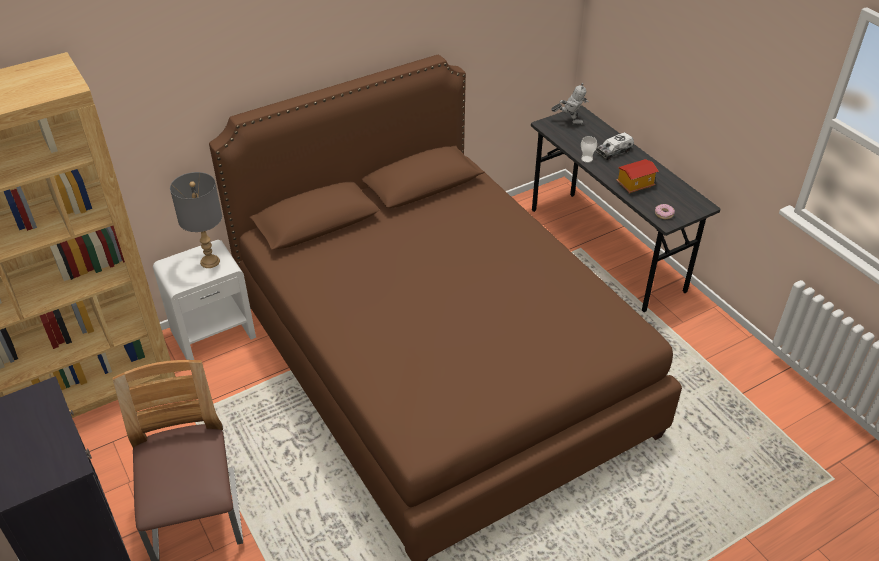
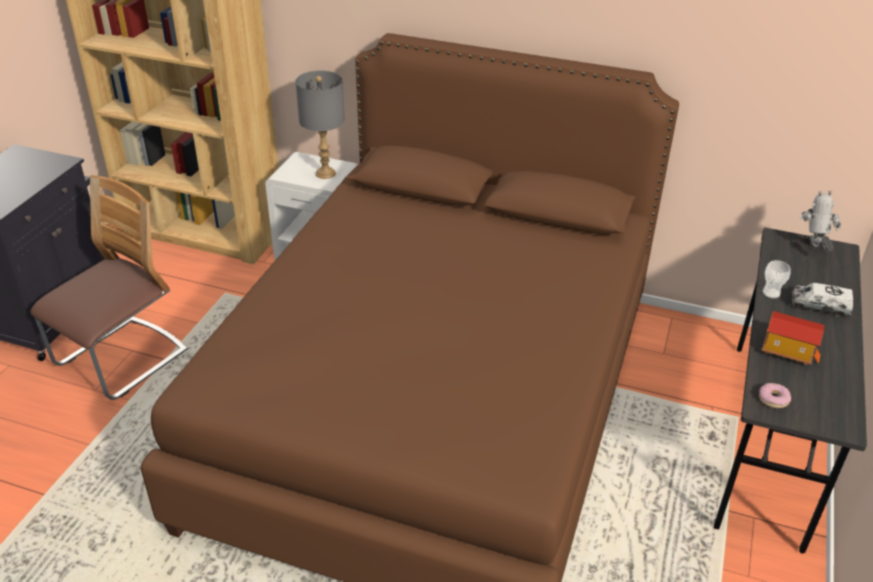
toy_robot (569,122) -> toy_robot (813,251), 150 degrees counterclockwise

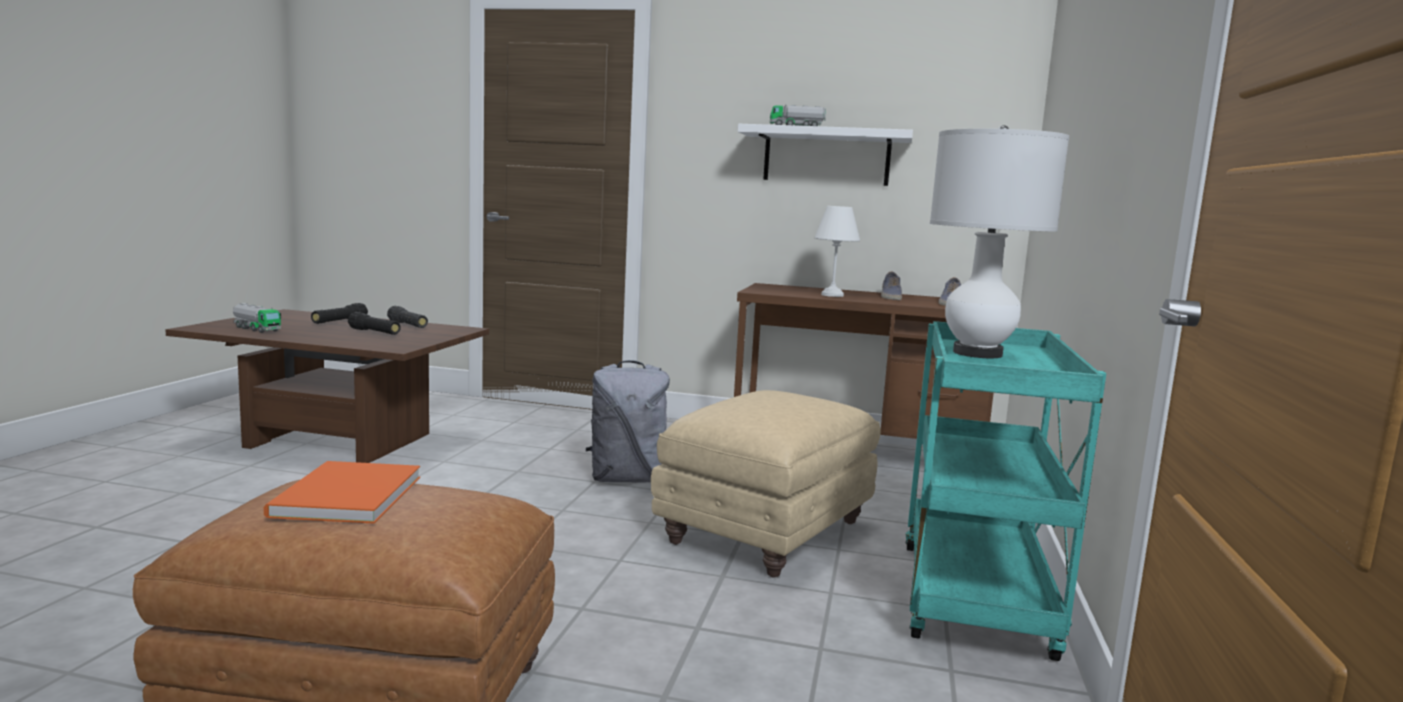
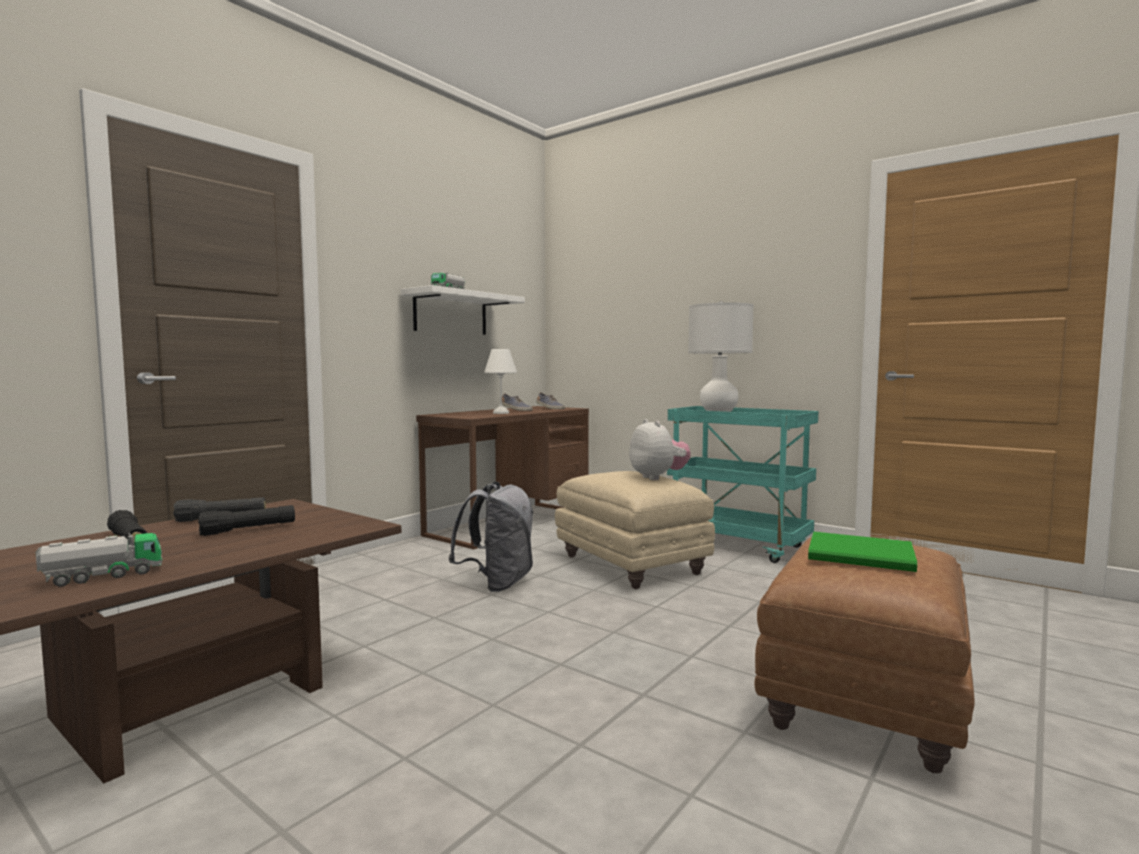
orange_book (342,497) -> green_book (864,556)
none -> plush_toy (658,477)

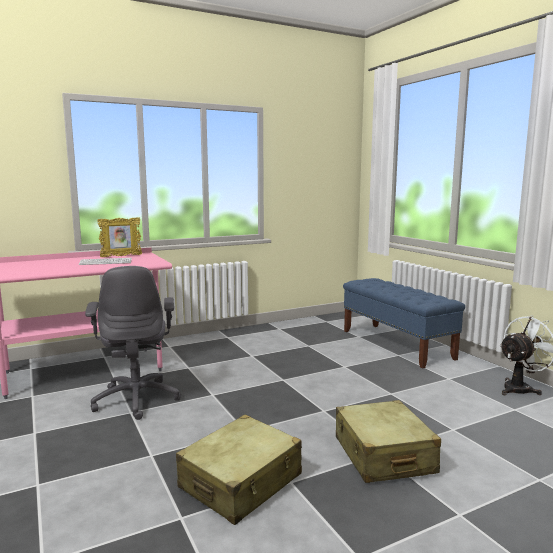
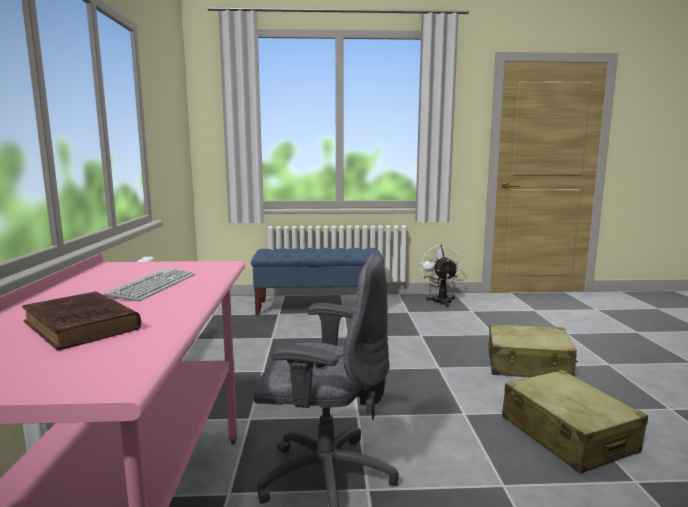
picture_frame (121,256) -> none
none -> brown_book (82,326)

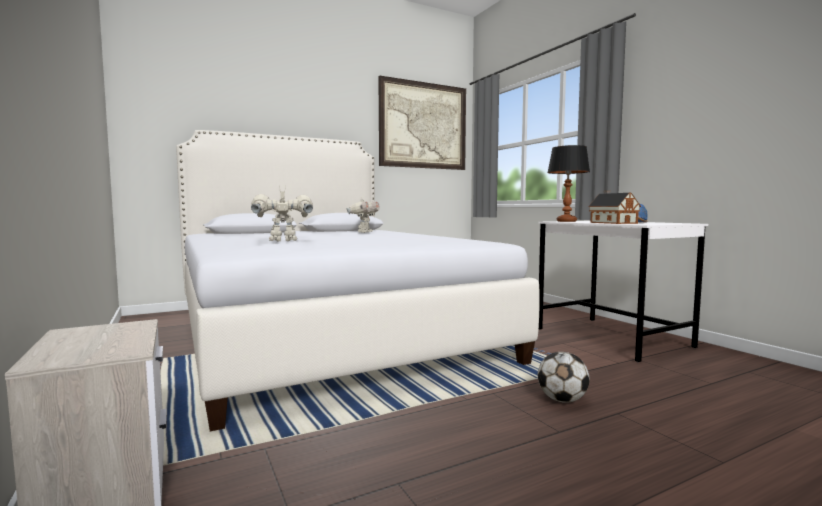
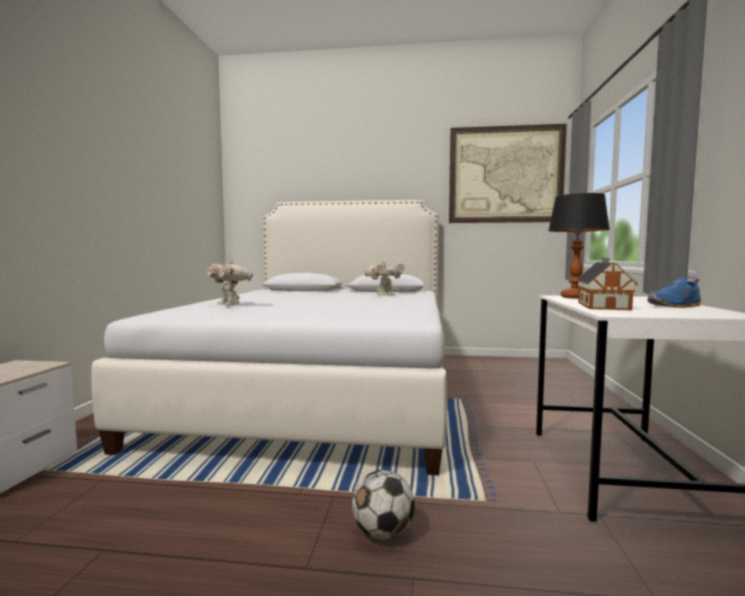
toy_robot (283,241) -> toy_robot (230,305), 150 degrees counterclockwise

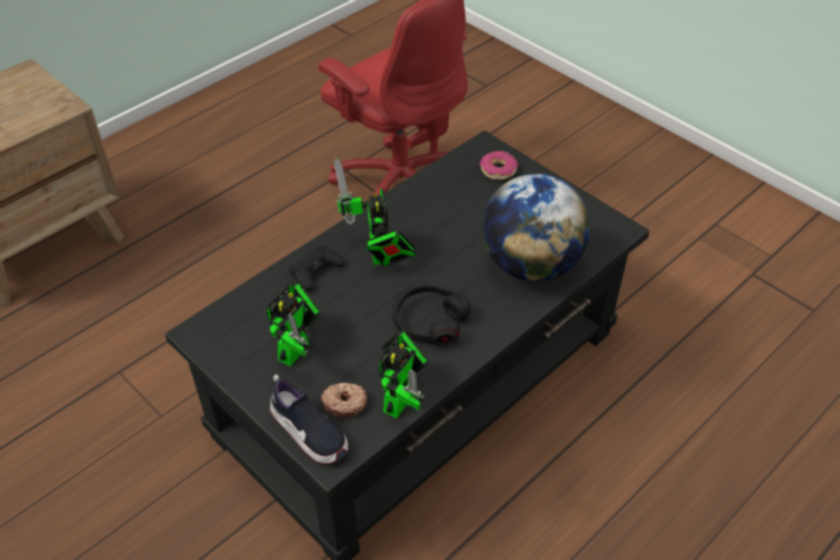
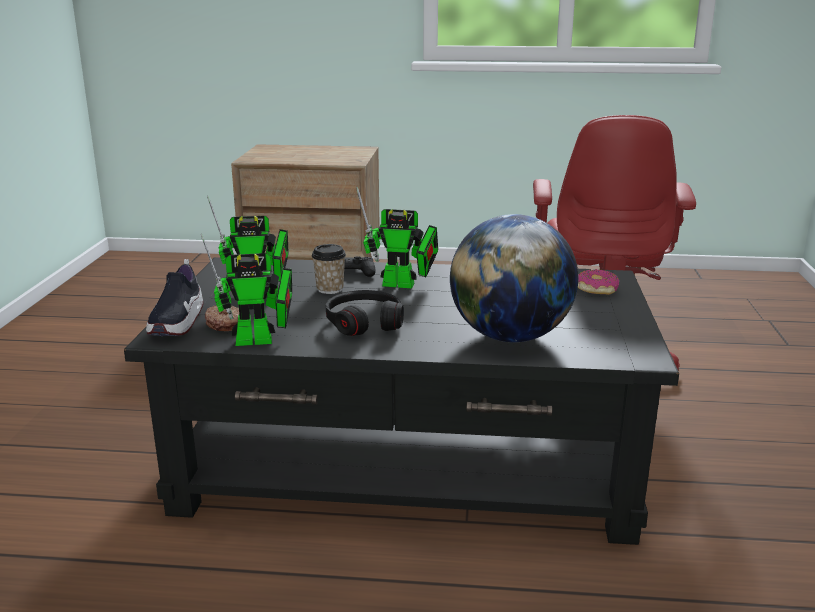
toy_robot (379,257) -> toy_robot (403,285), 120 degrees counterclockwise
none -> cup (330,289)

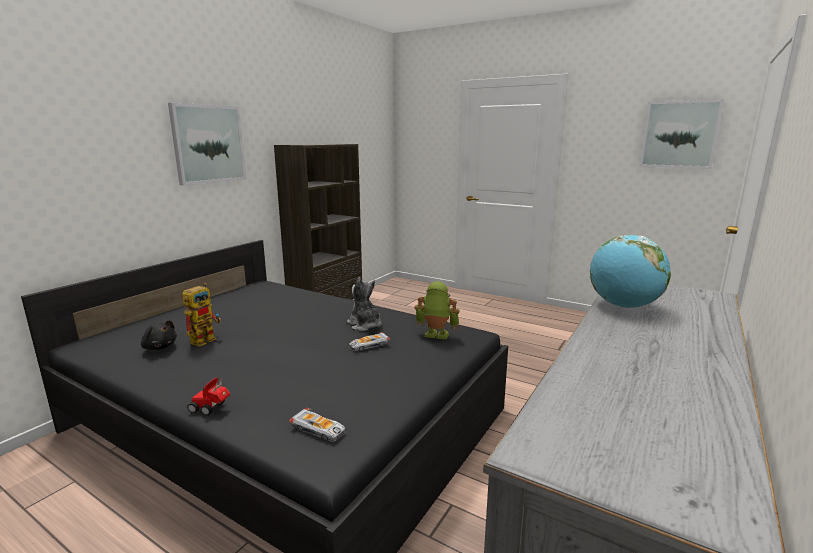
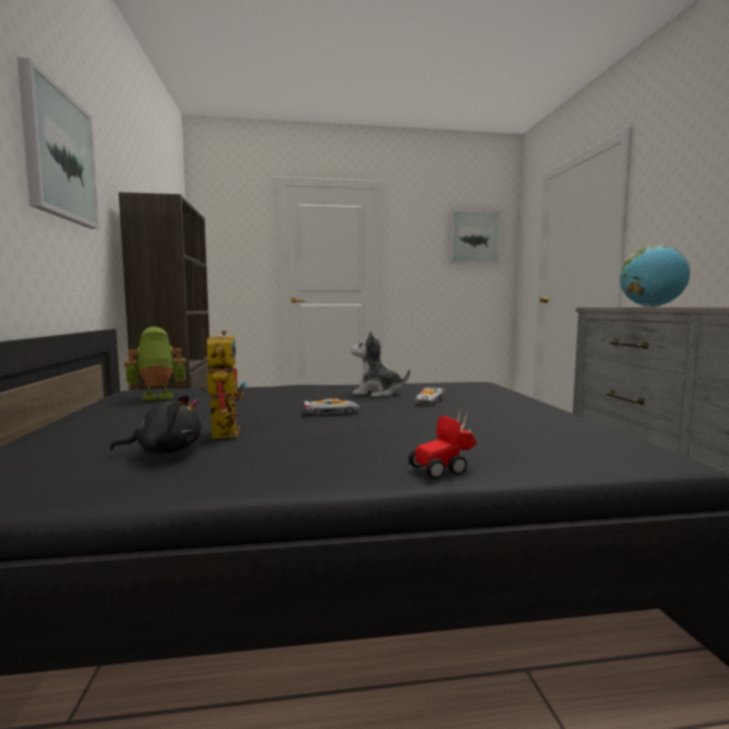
toy_robot (436,335) -> toy_robot (157,398), relocated
toy_car (319,430) -> toy_car (331,412), relocated

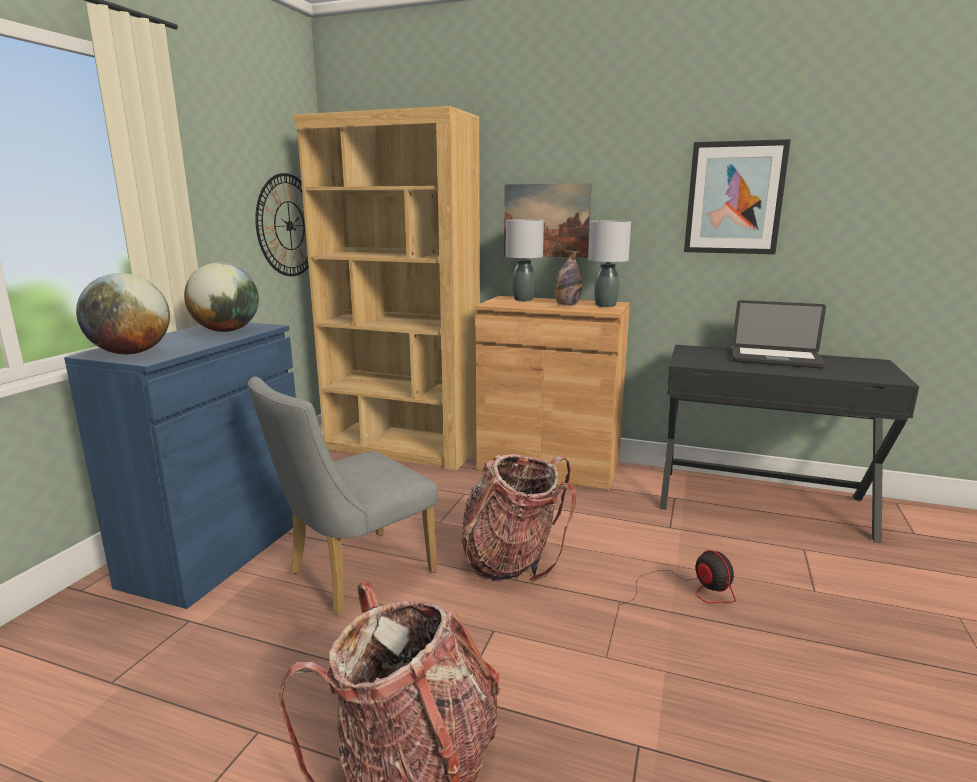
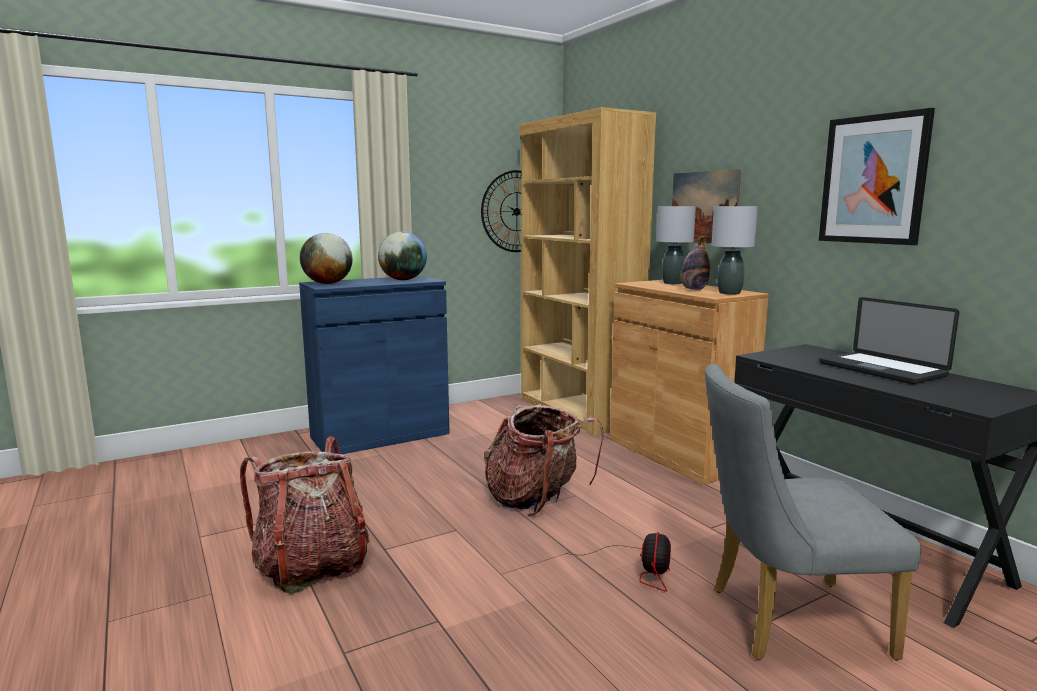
grey_chair (352,576) -> grey_chair (784,621), relocated

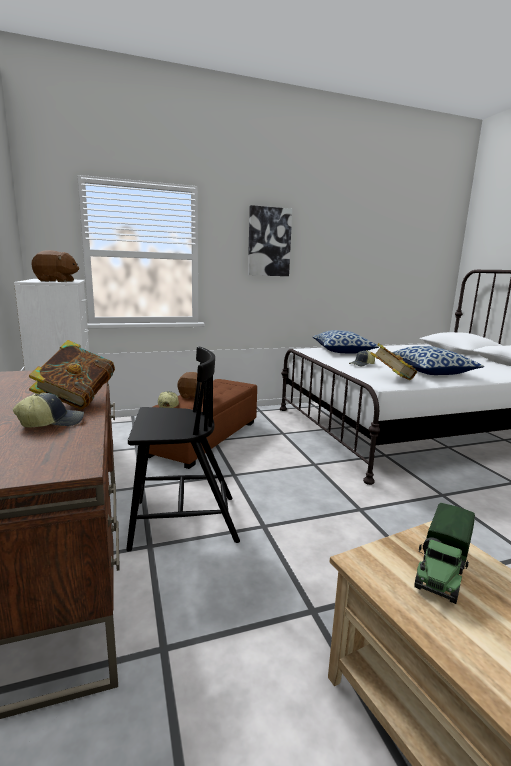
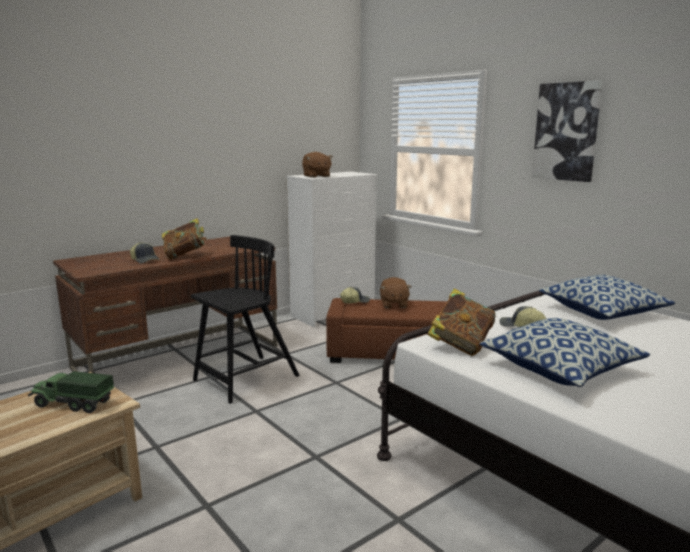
black_chair (182,522) -> black_chair (245,379), 105 degrees counterclockwise

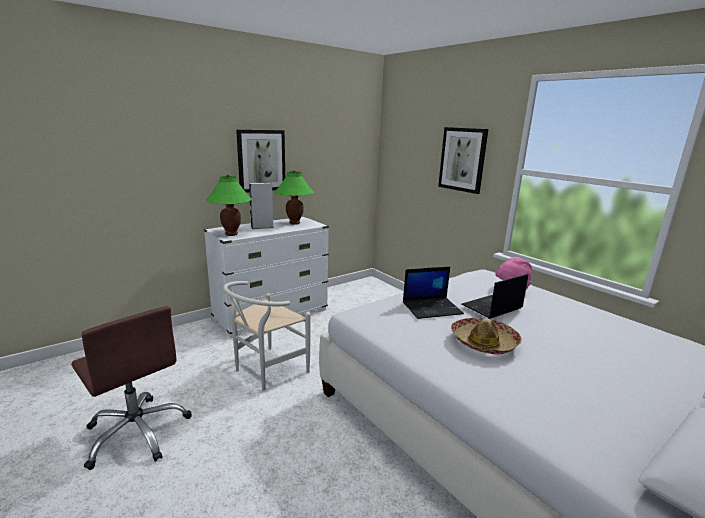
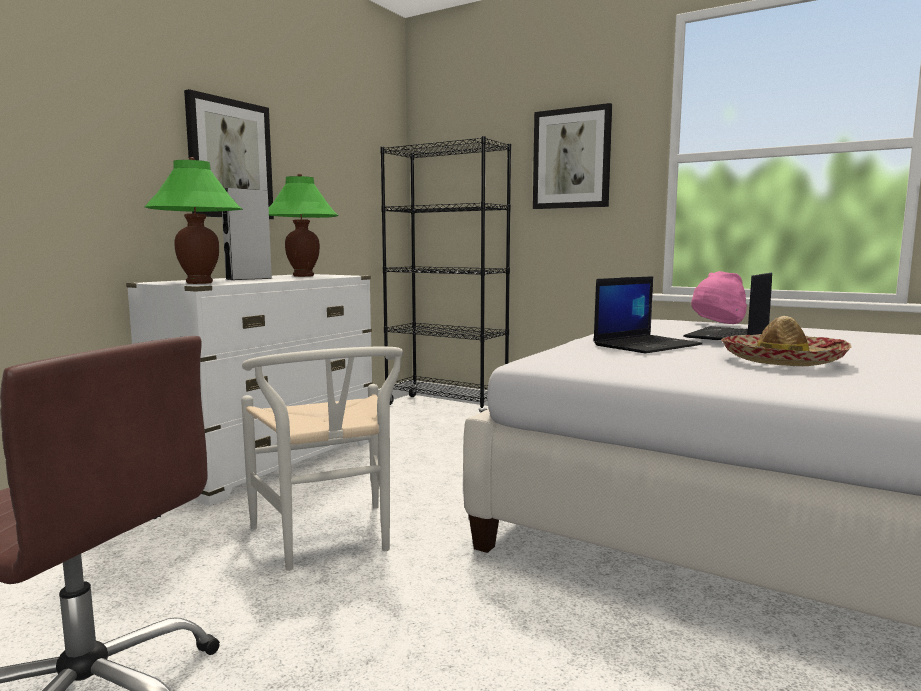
white_chair (265,371) -> white_chair (329,541), 45 degrees counterclockwise
none -> black_bookcase (446,408)

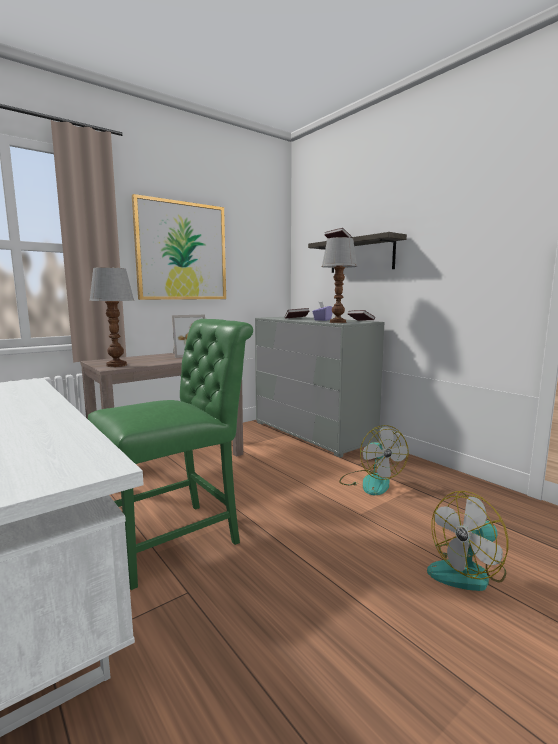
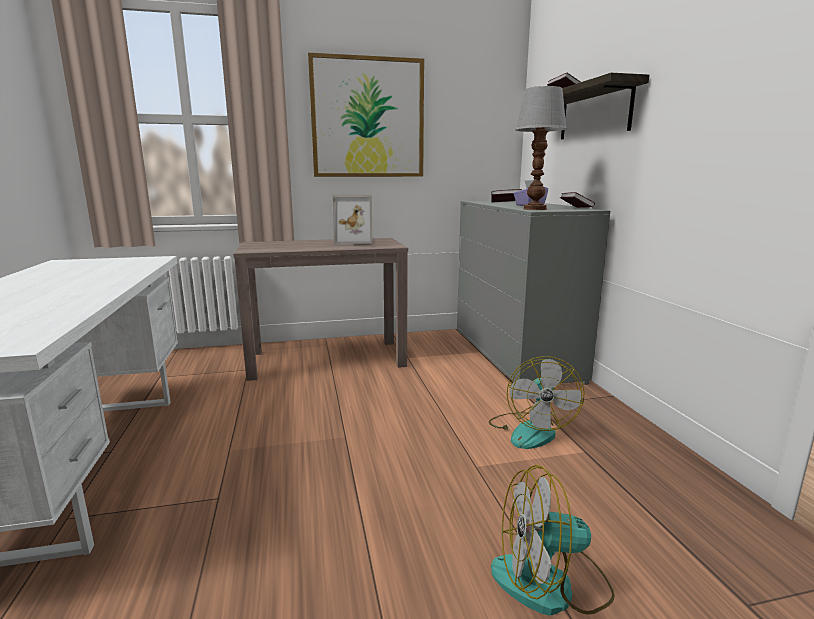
table_lamp (117,365) -> none
green_chair (178,538) -> none

